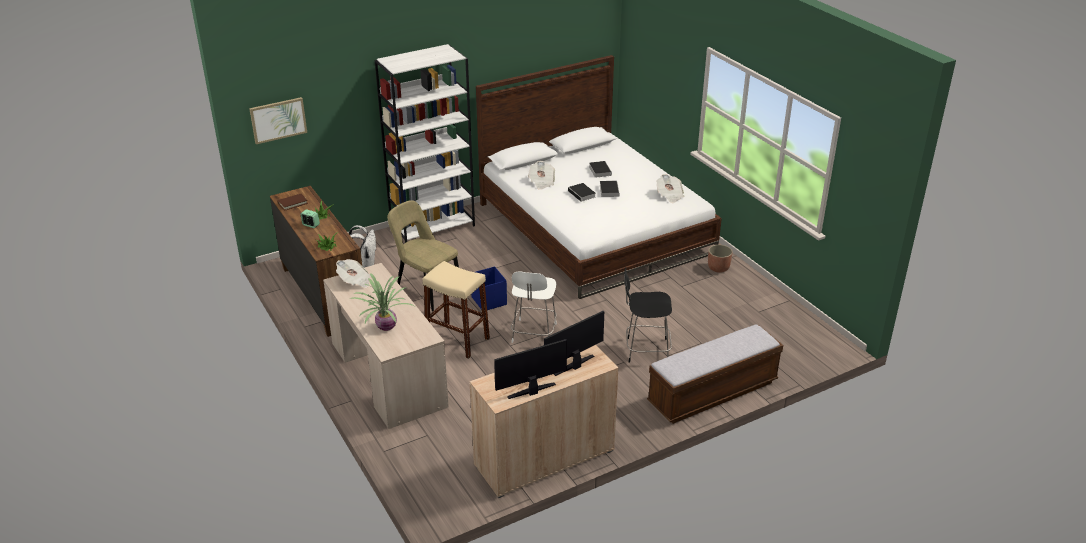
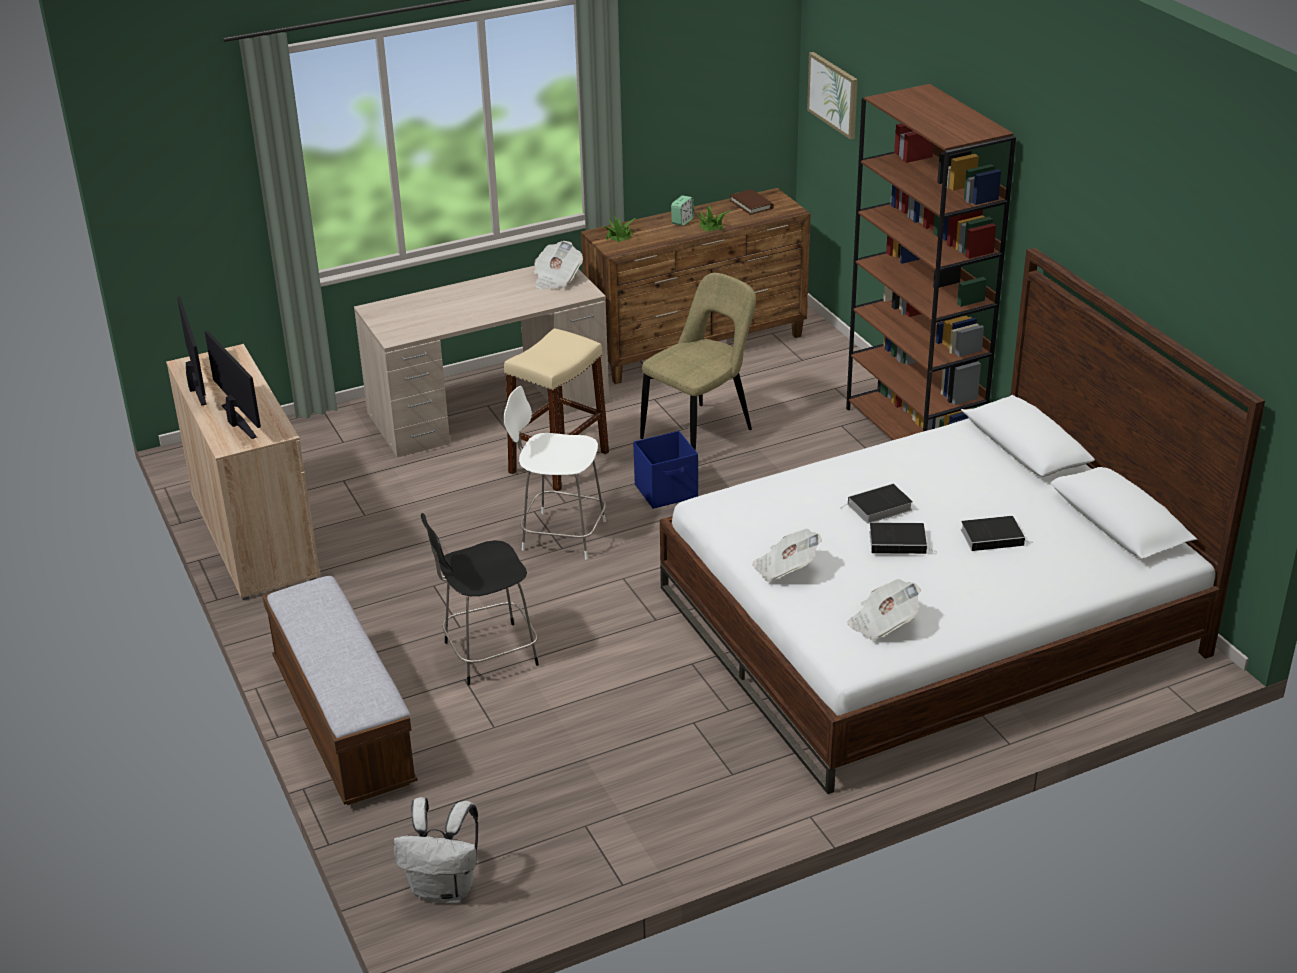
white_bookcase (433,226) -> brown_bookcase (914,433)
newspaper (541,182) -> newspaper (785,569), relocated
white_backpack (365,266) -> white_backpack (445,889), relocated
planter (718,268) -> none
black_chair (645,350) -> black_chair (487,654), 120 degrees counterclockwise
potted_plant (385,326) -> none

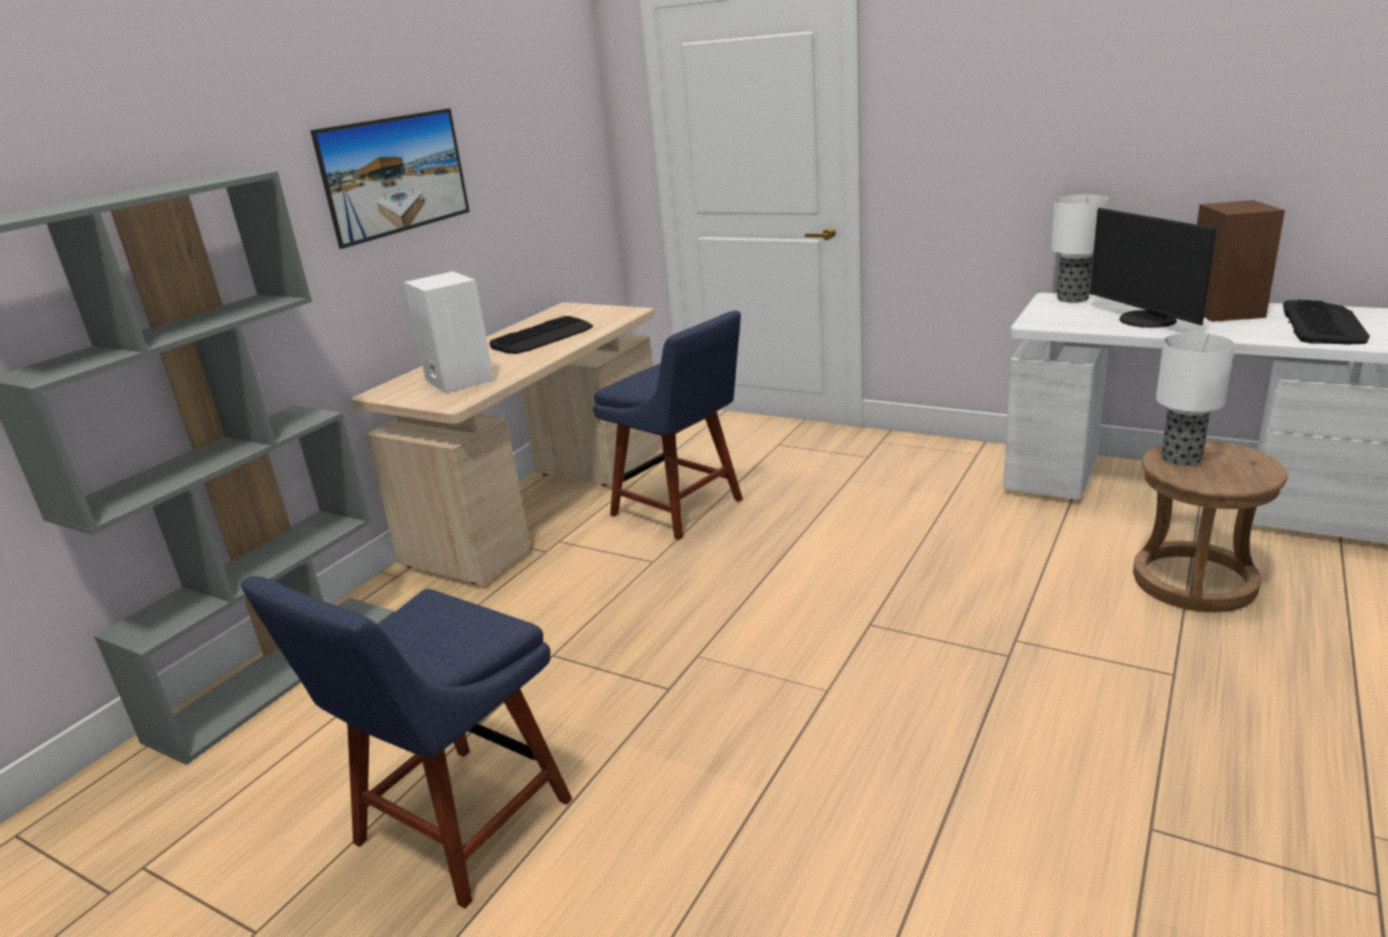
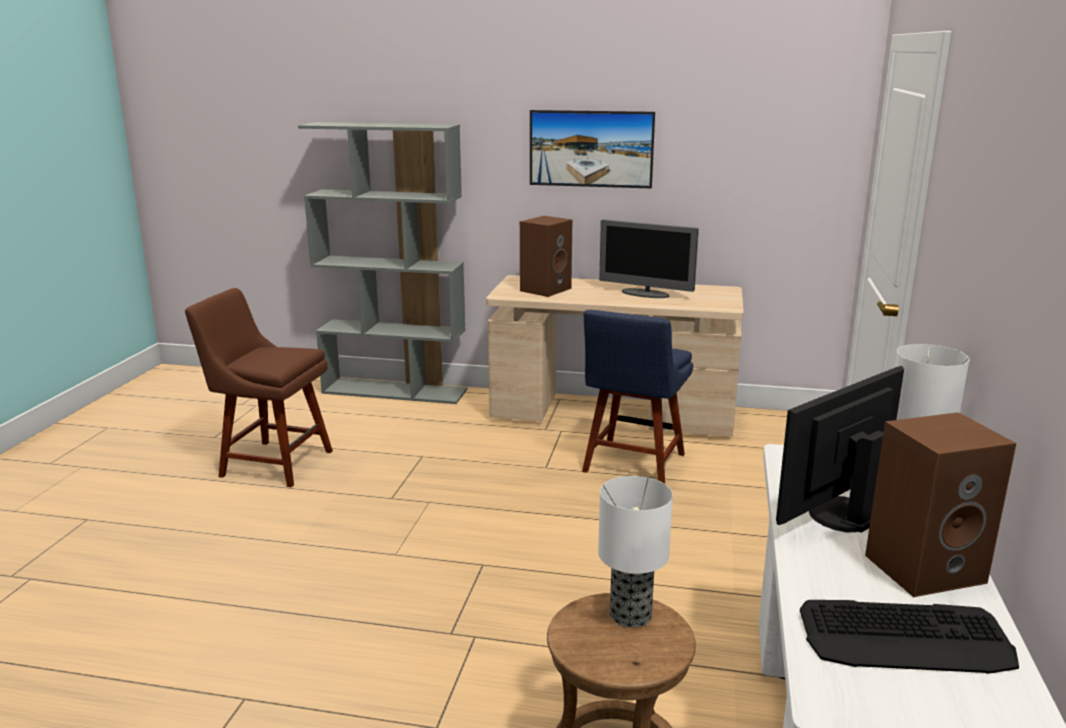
white_speaker (457,380) -> brown_speaker (545,289)
keyboard (542,337) -> monitor (645,294)
blue_chair (455,828) -> brown_chair (271,463)

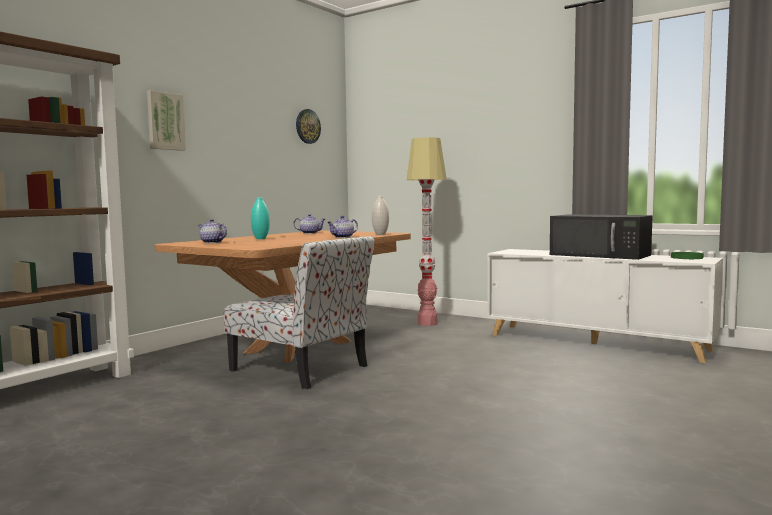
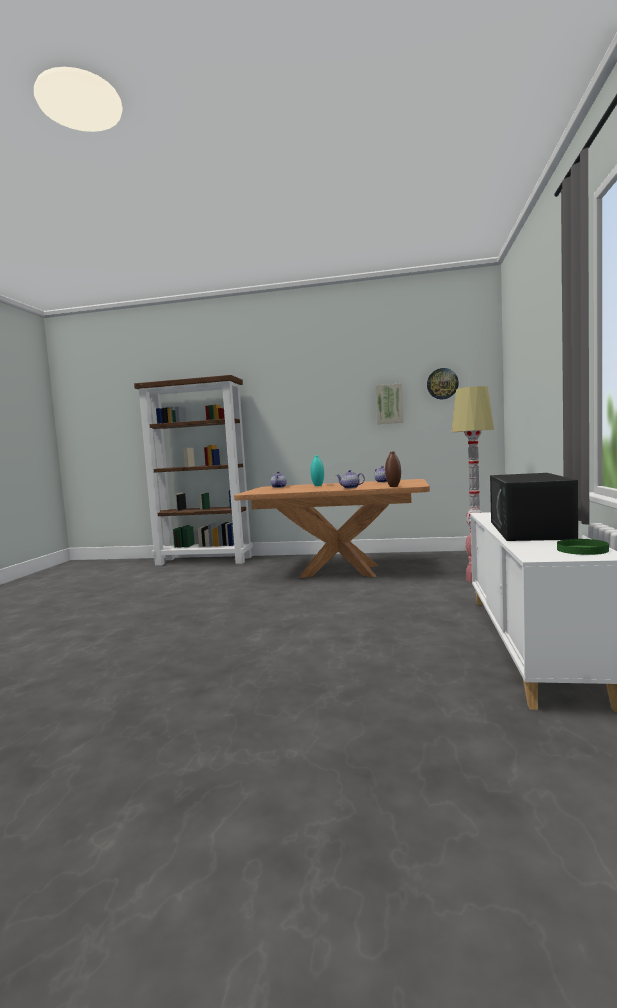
picture (165,121) -> picture (389,404), relocated
white_vase (380,234) -> brown_vase (393,486)
chair (302,369) -> none

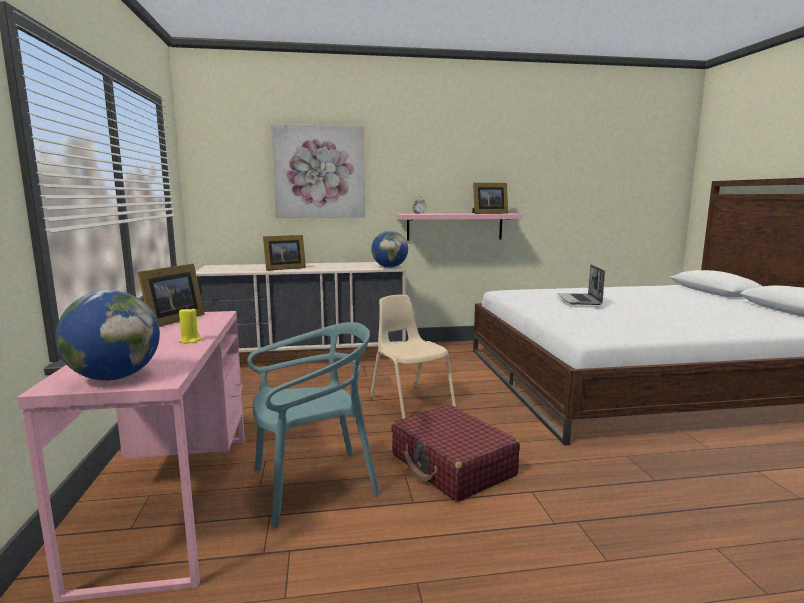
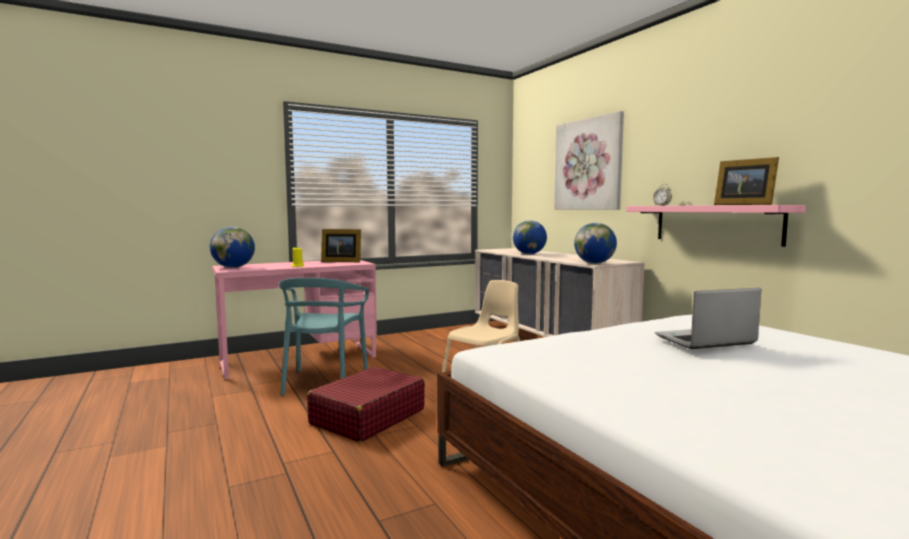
picture_frame (283,268) -> globe (529,254)
turquoise_chair (313,485) -> turquoise_chair (324,382), 45 degrees clockwise

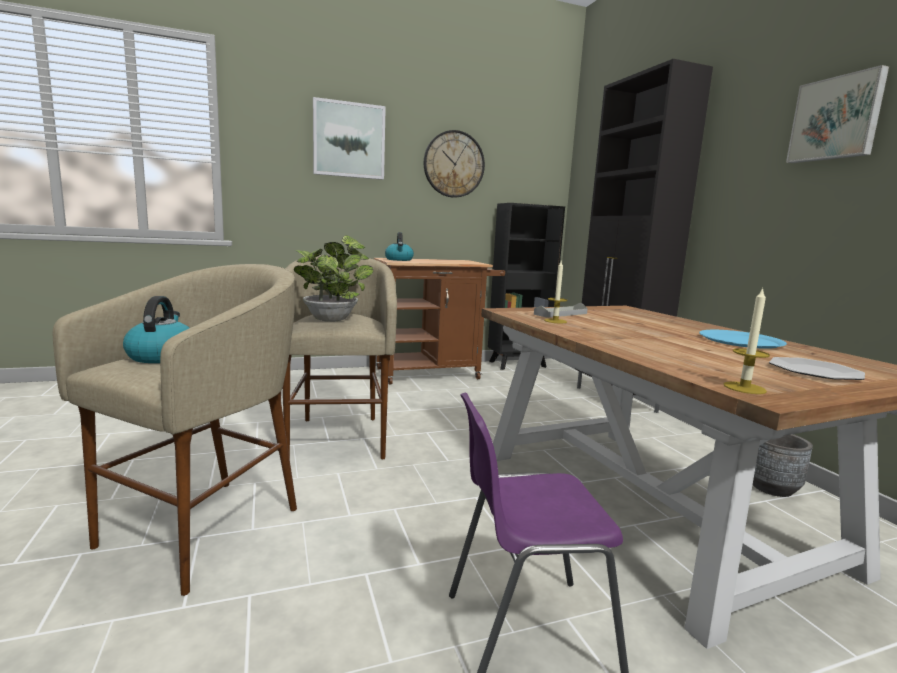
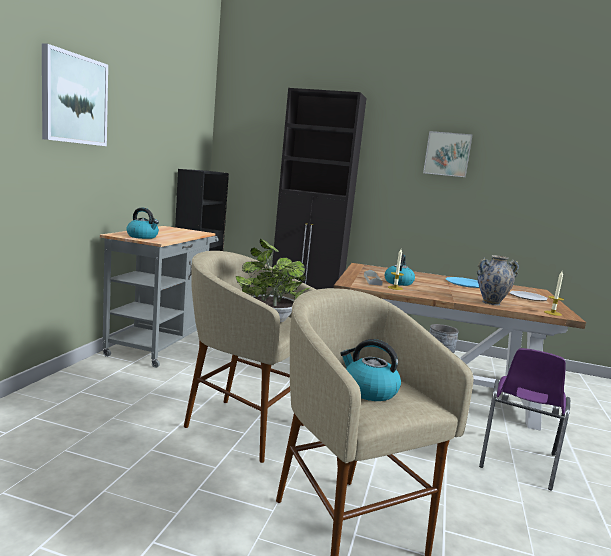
wall_clock (454,164) -> none
brown_cart (434,373) -> grey_cart (161,344)
none -> kettle (398,282)
none -> vase (491,303)

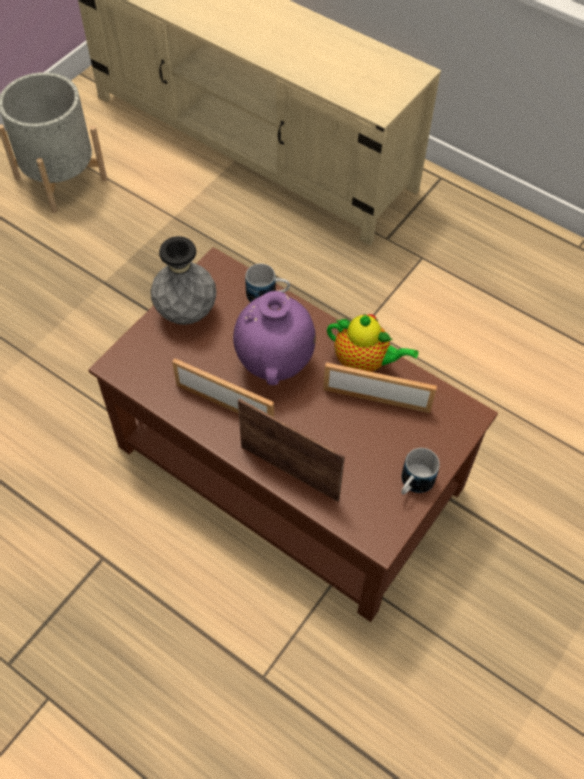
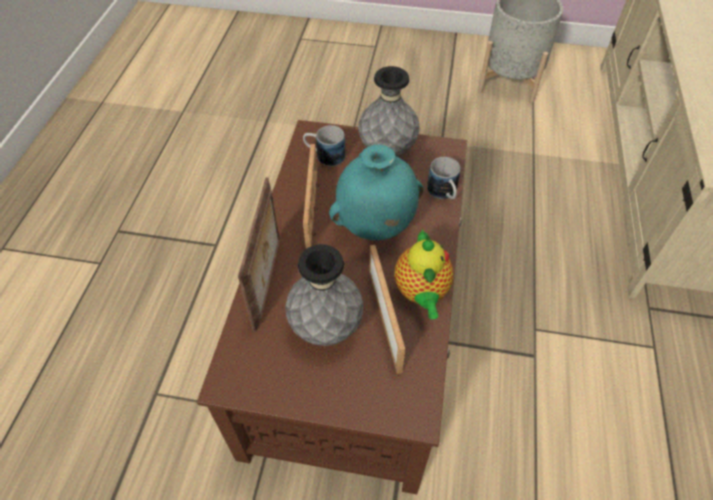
purple_vase (274,363) -> turquoise_vase (375,226)
mug (413,484) -> mug (324,156), relocated
none -> grey_vase (326,327)

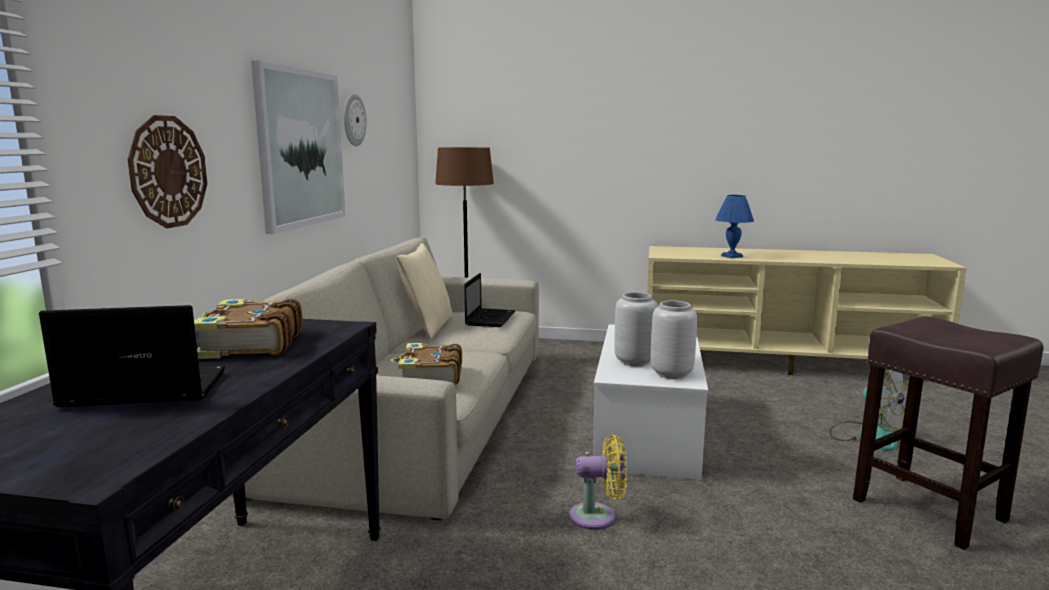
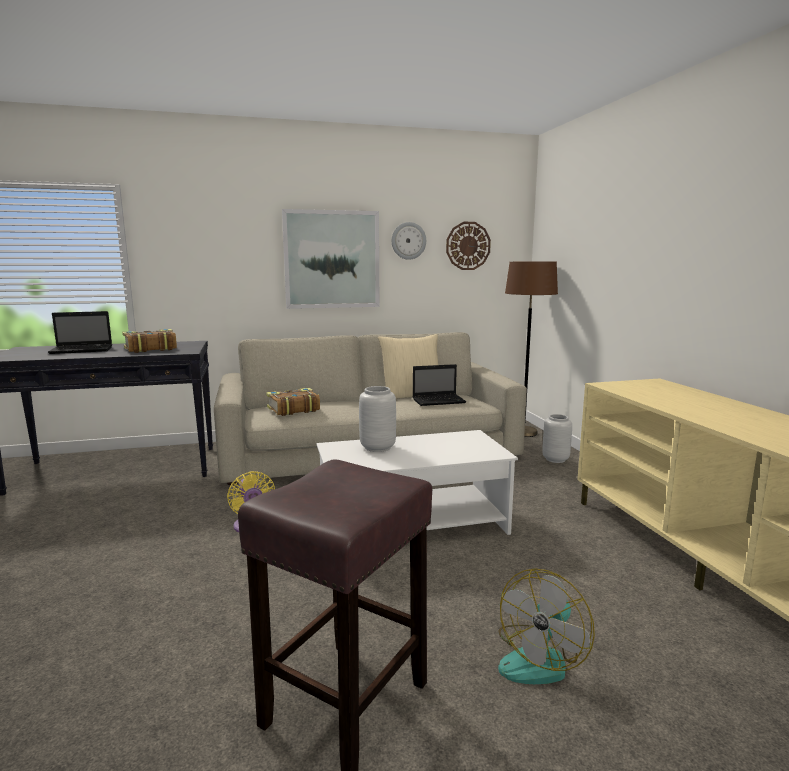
wall_clock (168,172) -> wall_clock (468,246), relocated
blue_table_lamp (732,256) -> none
grey_vase (671,374) -> grey_vase (555,459), relocated
laptop (142,390) -> laptop (83,350), 105 degrees clockwise

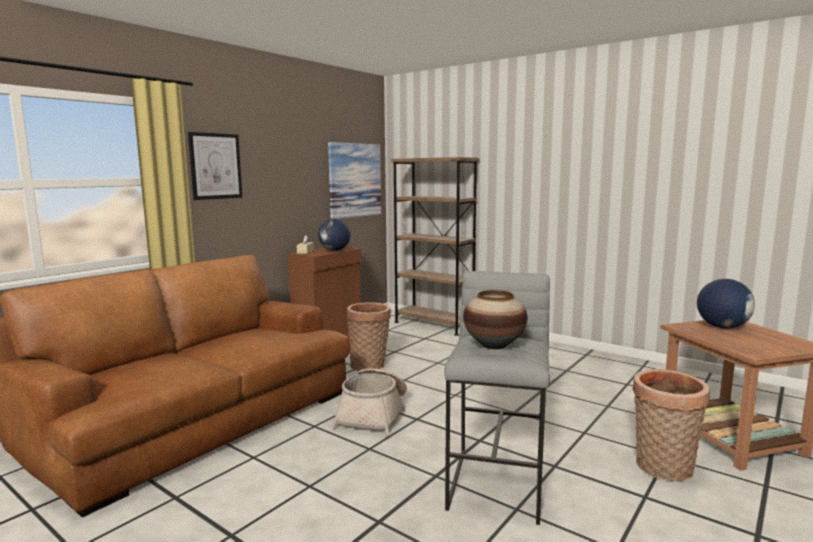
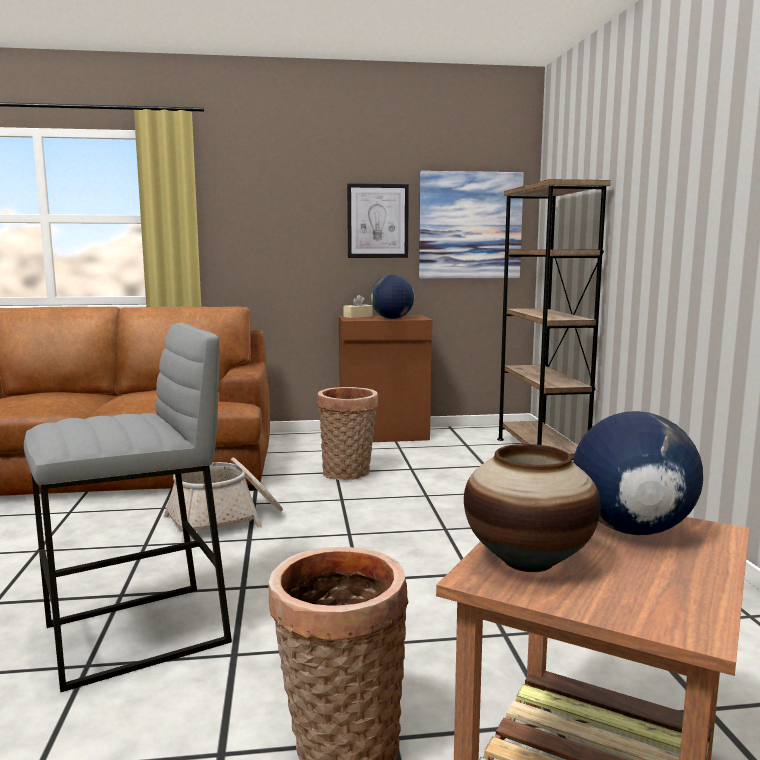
picture (215,166) -> picture (377,221), relocated
vase (494,345) -> vase (527,561), relocated

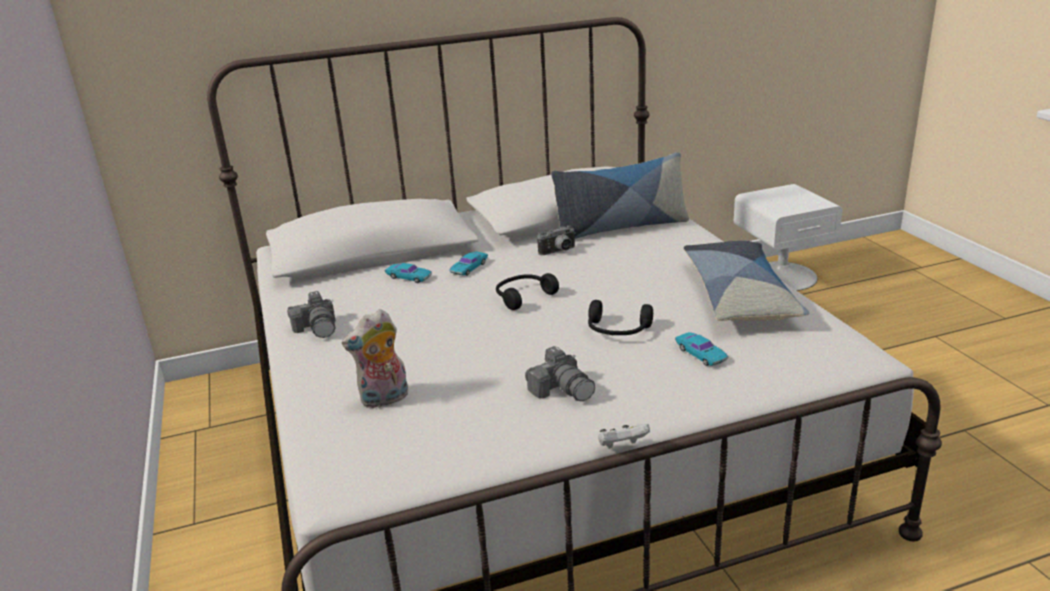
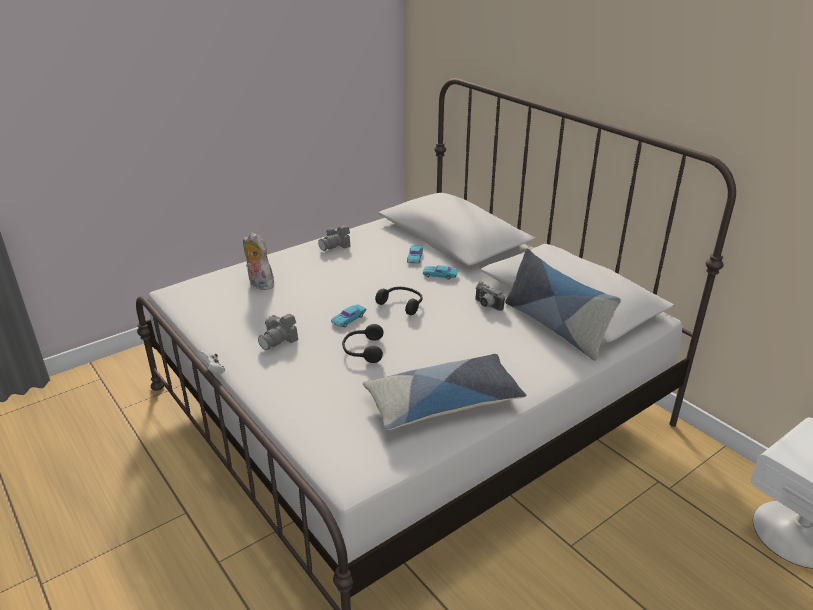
turquoise_toy_car (700,354) -> turquoise_toy_car (349,319), relocated

